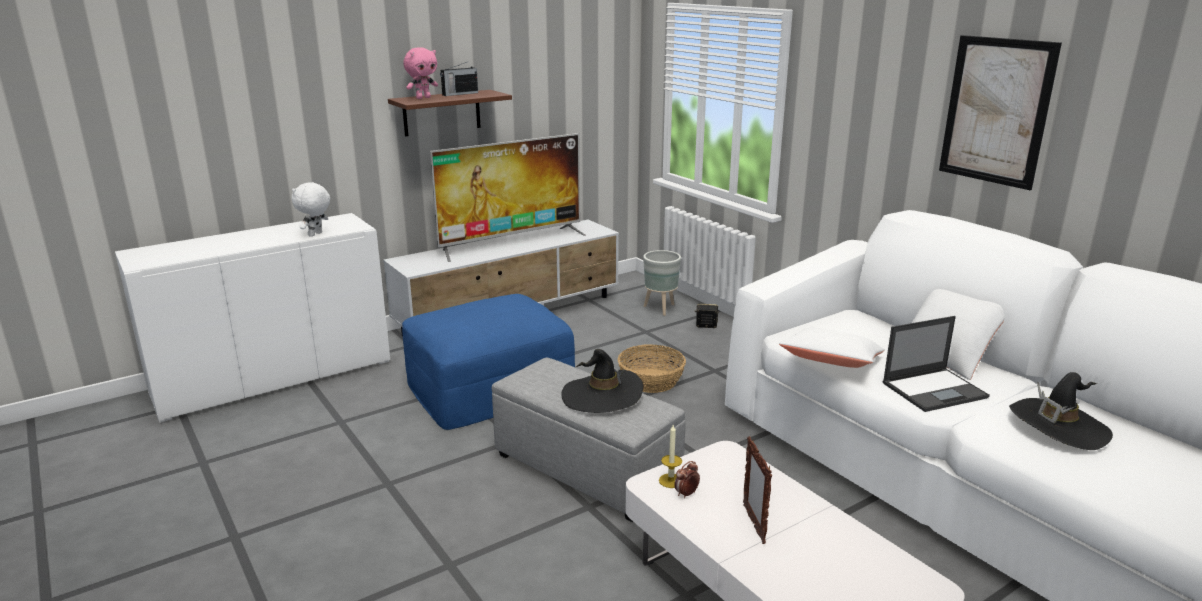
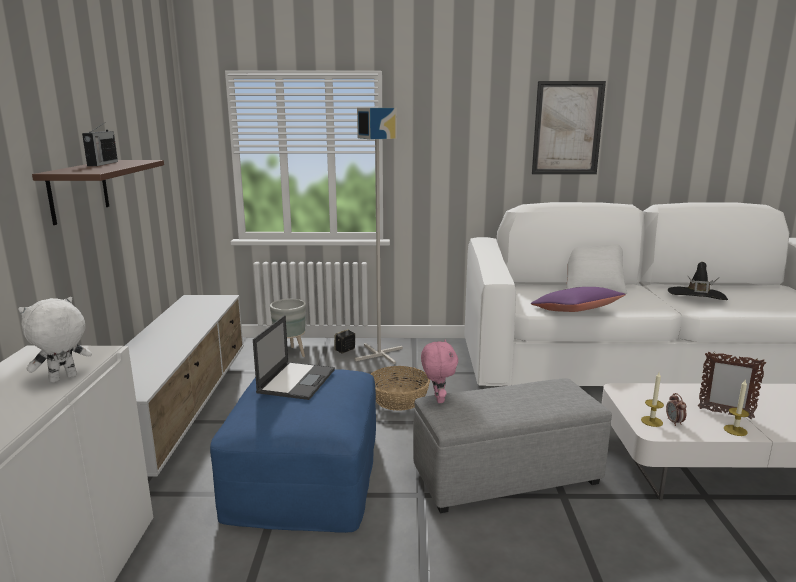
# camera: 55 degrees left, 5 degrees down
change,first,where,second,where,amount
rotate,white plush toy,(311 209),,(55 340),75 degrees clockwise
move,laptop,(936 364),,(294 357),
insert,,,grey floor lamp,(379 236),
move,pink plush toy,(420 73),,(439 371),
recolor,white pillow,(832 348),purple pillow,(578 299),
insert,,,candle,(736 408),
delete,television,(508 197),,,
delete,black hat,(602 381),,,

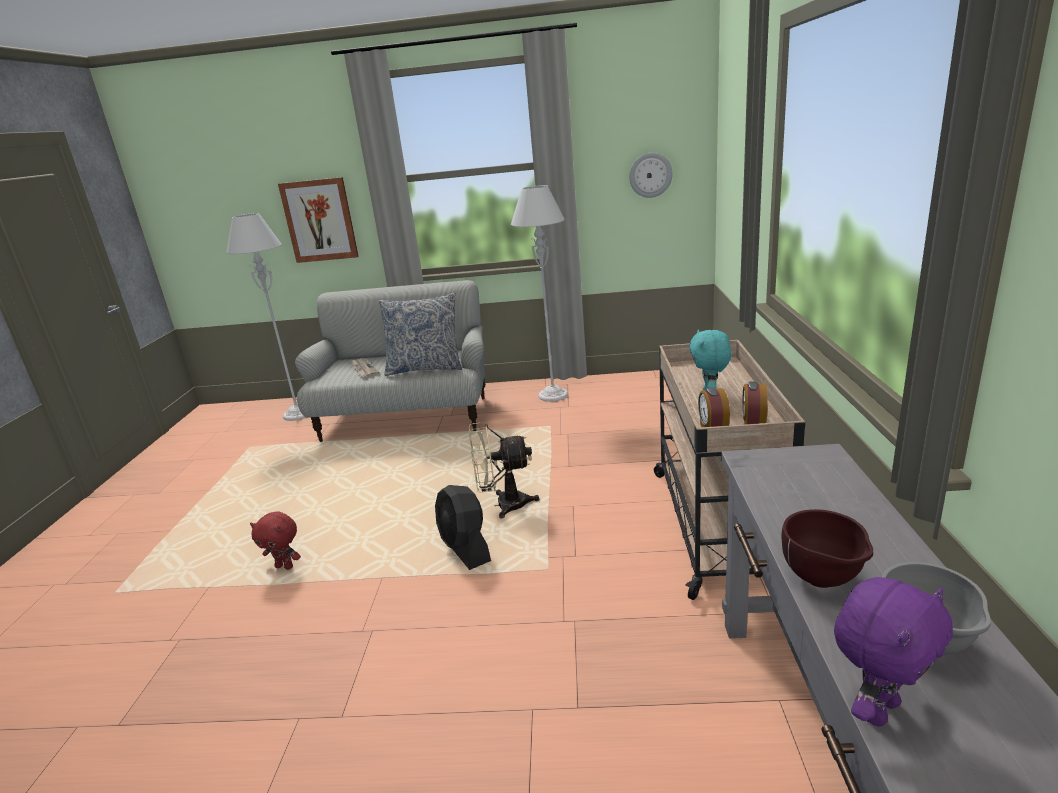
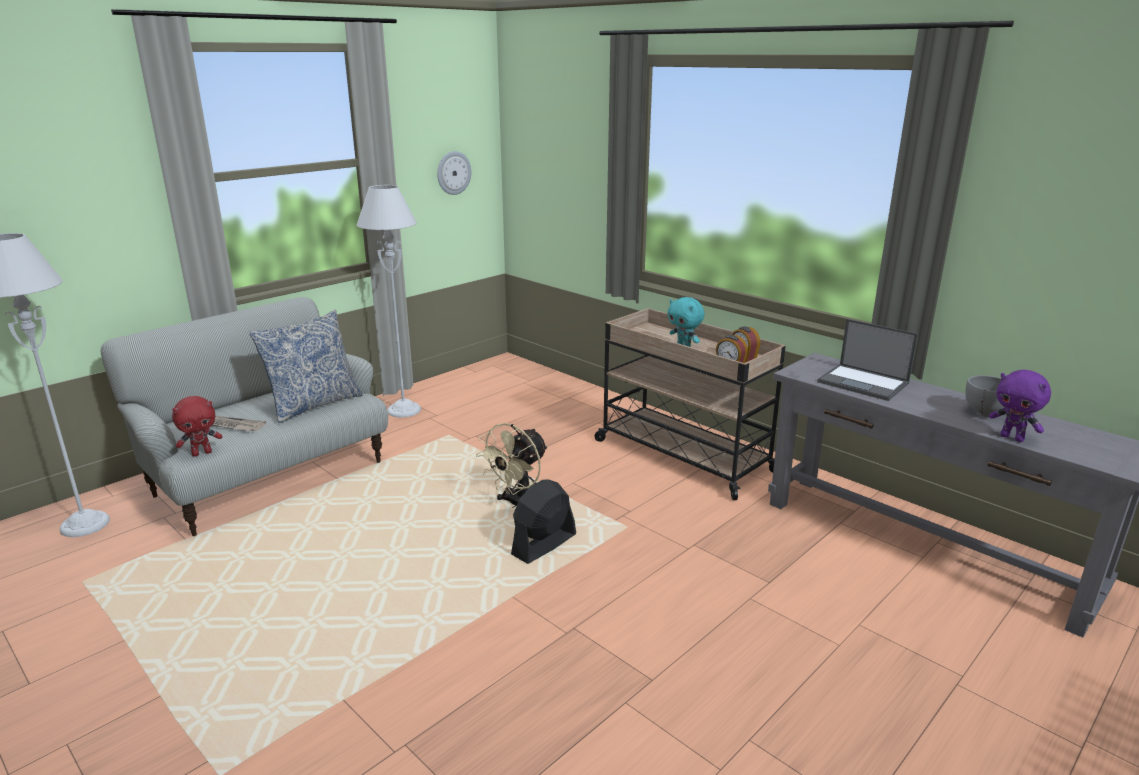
# camera: 50 degrees left, 0 degrees up
change,first,where,second,where,amount
move,red plush toy,(275 541),,(197 426),
rotate,black fan,(463 527),,(543 521),120 degrees clockwise
insert,,,laptop,(867 360),
rotate,purple plush toy,(893 651),,(1020 405),135 degrees clockwise
delete,picture,(318 220),,,
delete,brown bowl,(827 548),,,

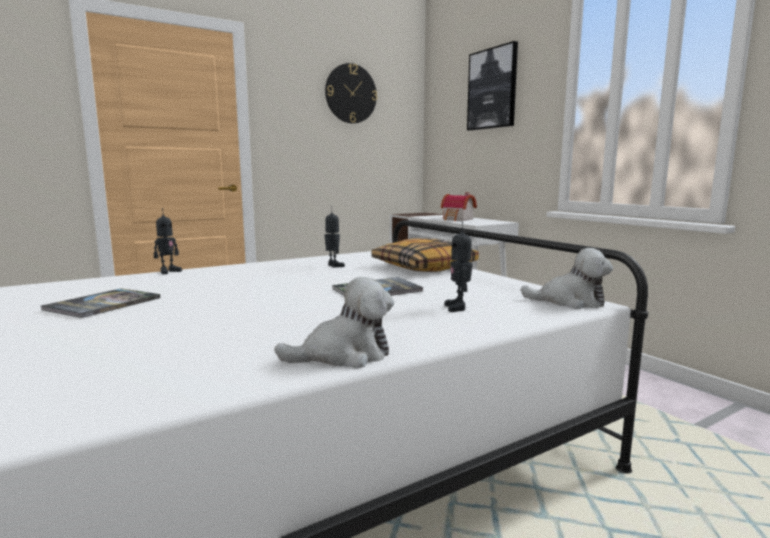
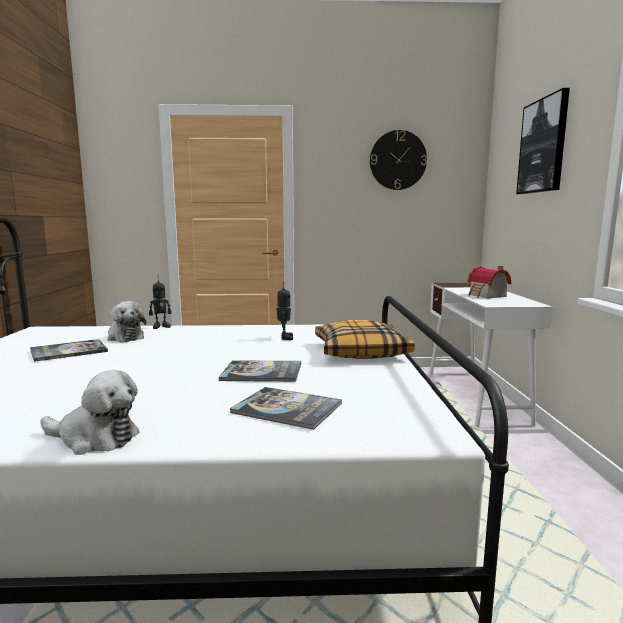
# camera: 30 degrees right, 0 degrees up
change,first,where,second,where,amount
move,plush toy,(567 278),,(127 321),
replace,toy robot,(459 267),book,(286 408),

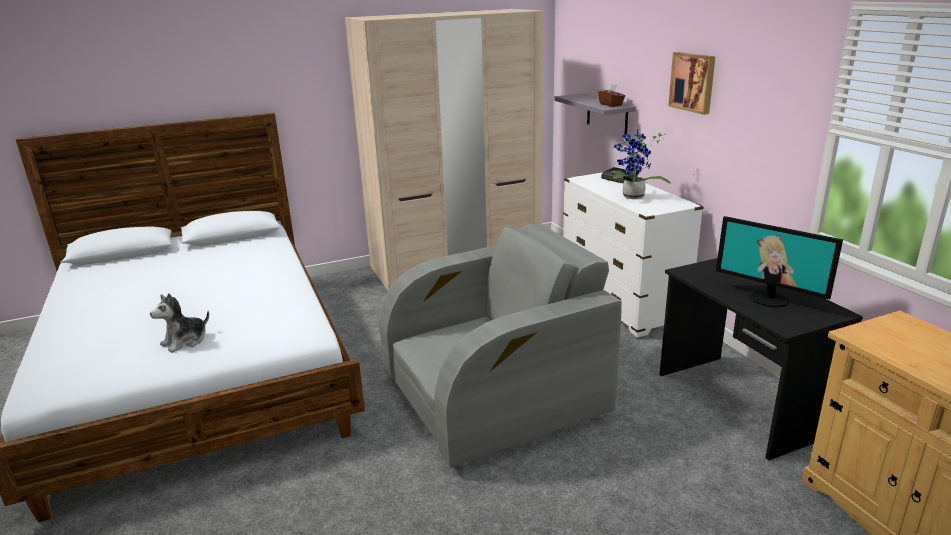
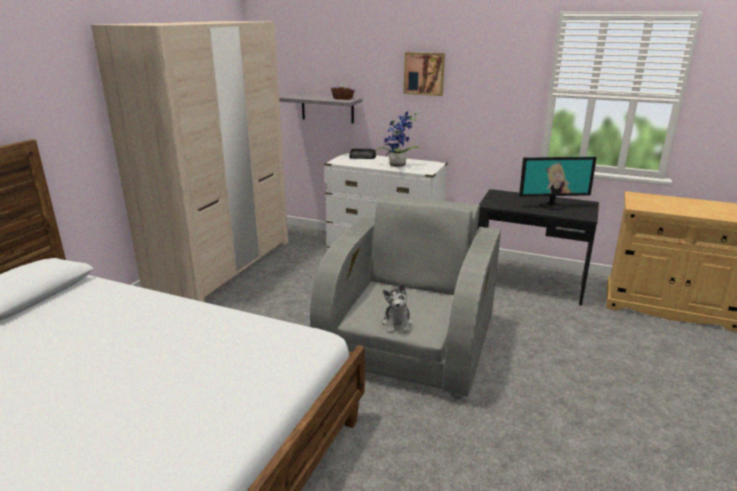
# camera: 45 degrees left, 0 degrees up
change,first,where,second,where,amount
move,plush toy,(179 323),,(397 308),

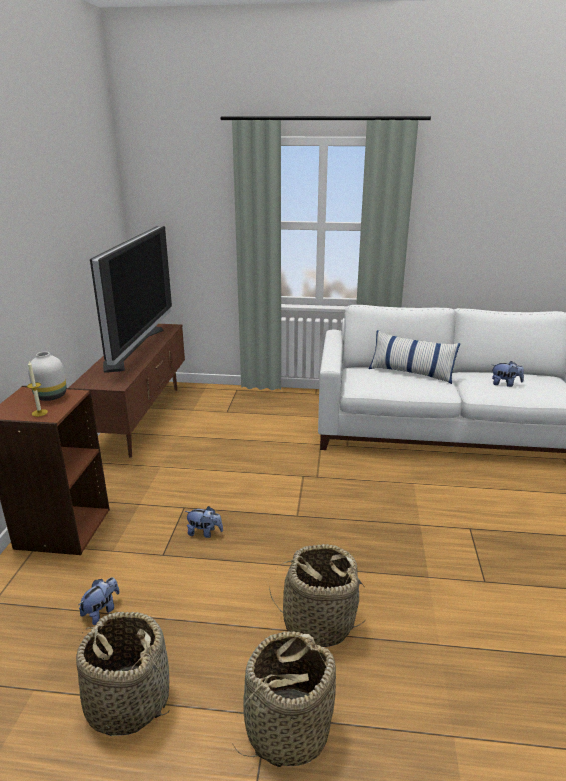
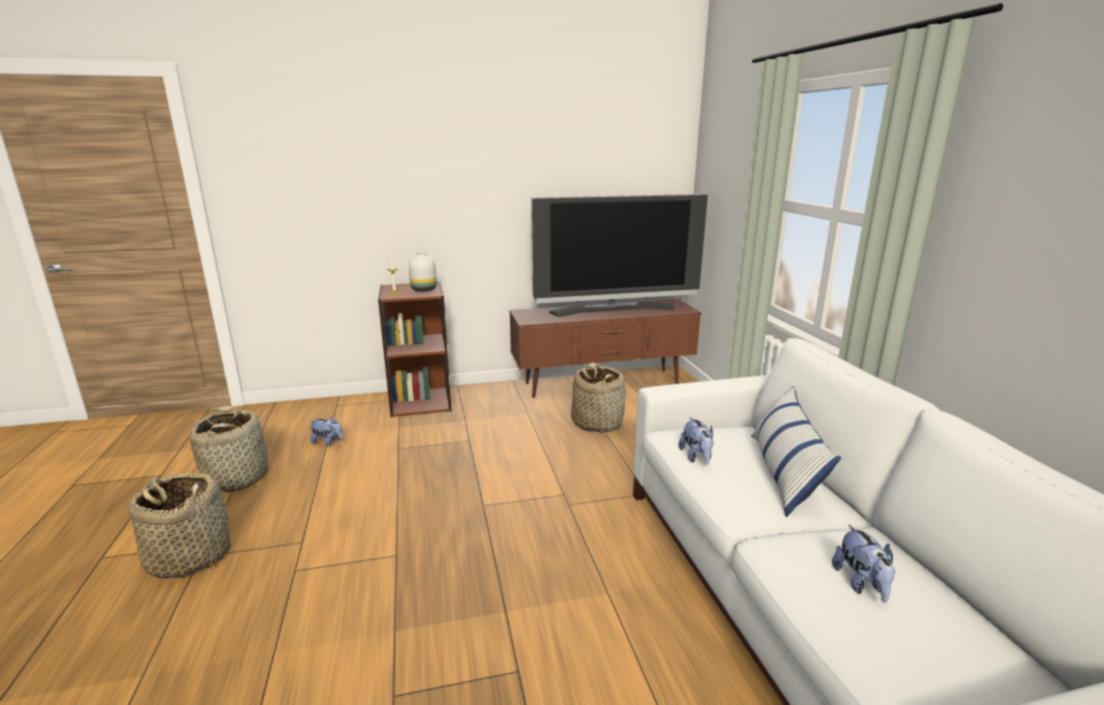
# camera: 70 degrees right, 5 degrees down
change,first,where,second,where,amount
move,basket,(317 595),,(598 397),
move,plush toy,(204 522),,(696 441),

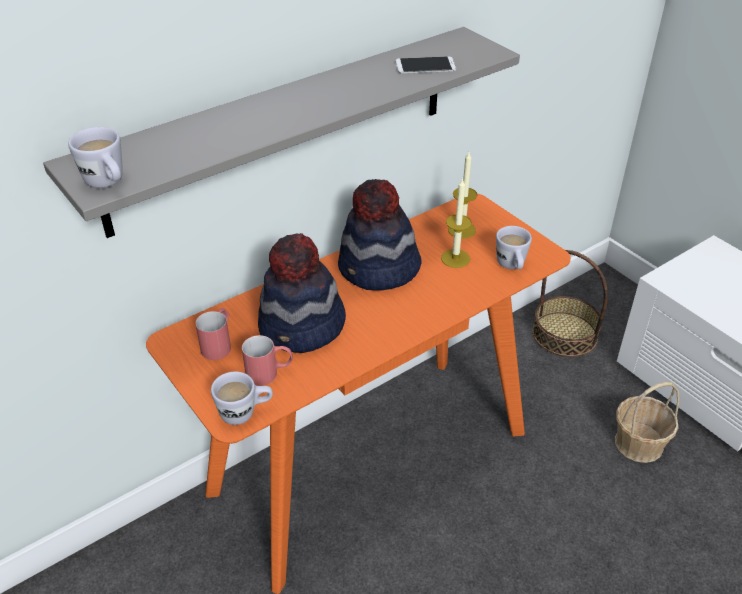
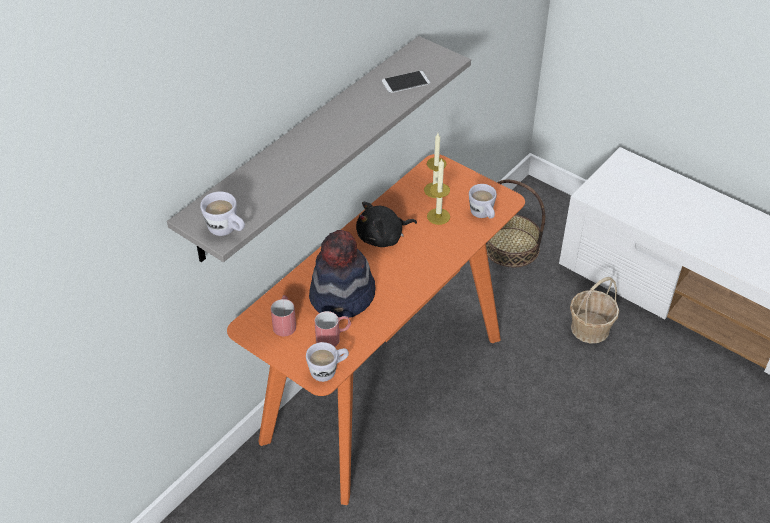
# camera: 15 degrees left, 5 degrees up
change,first,where,second,where,amount
replace,hat,(380 235),black plush toy,(386 224),

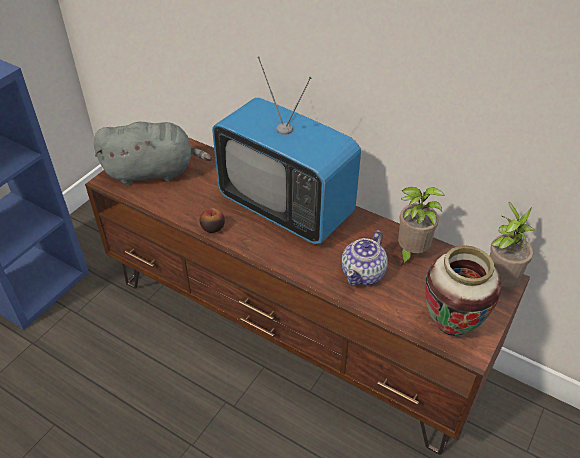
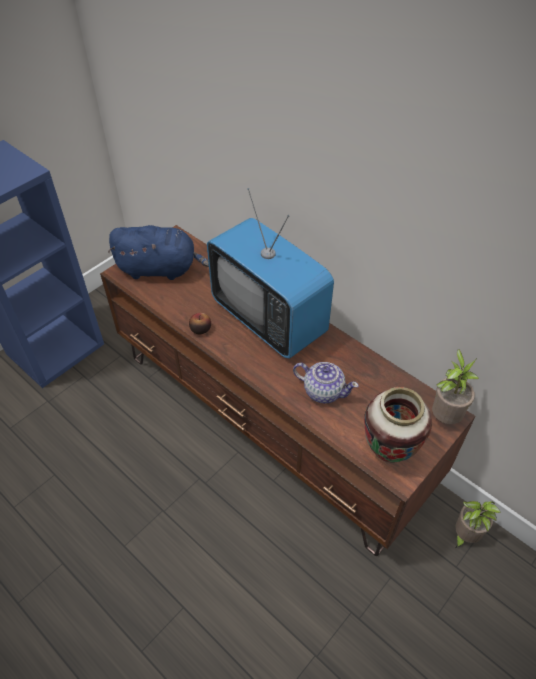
# camera: 10 degrees right, 5 degrees up
change,first,where,second,where,amount
recolor,grey plush toy,(153 153),blue plush toy,(158 252),
rotate,teapot,(364 258),,(326 382),105 degrees counterclockwise
move,potted plant,(421 226),,(478 524),

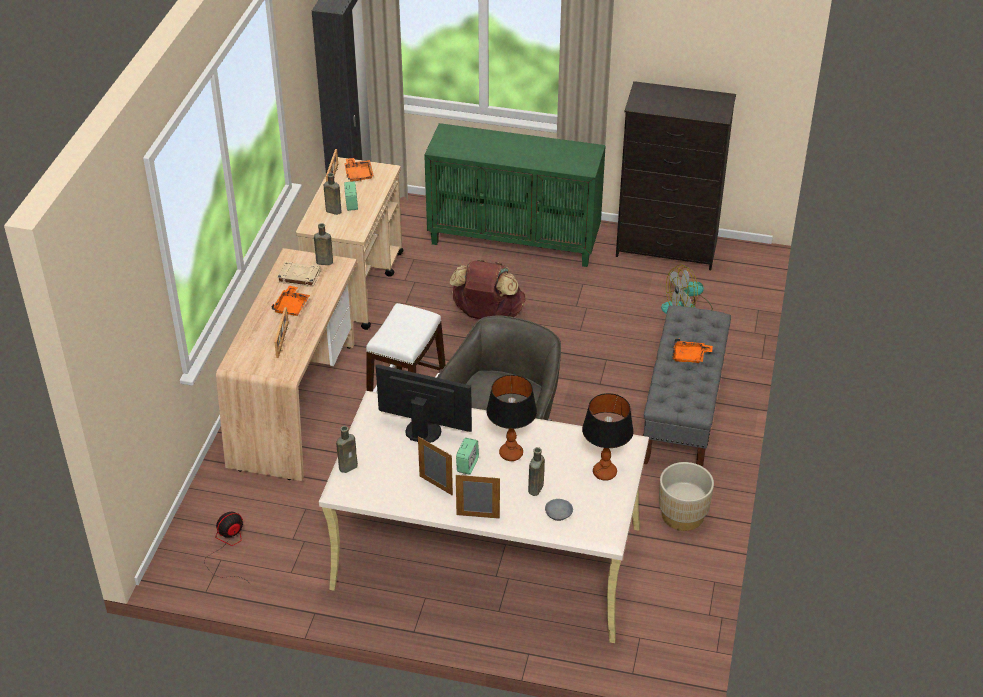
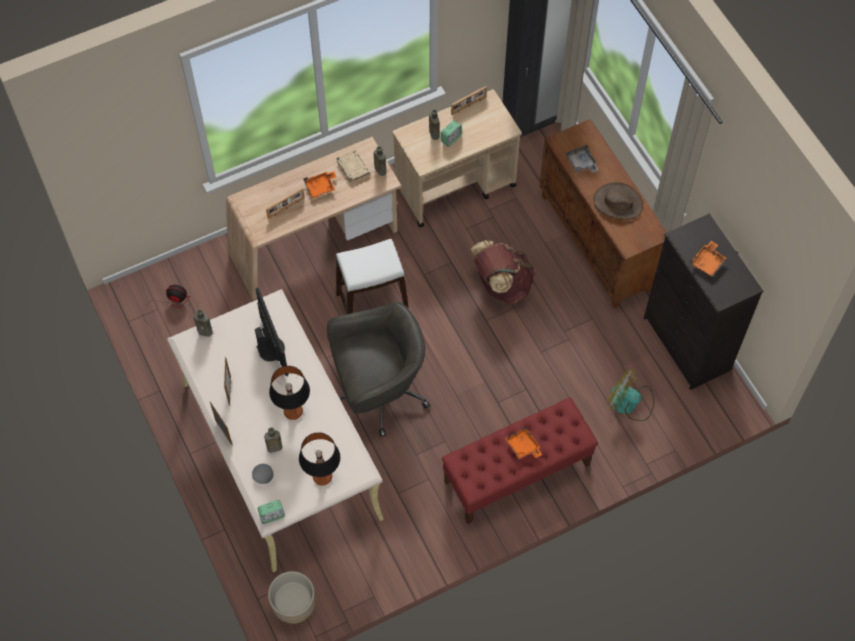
# camera: 50 degrees right, 20 degrees up
change,first,where,second,where,amount
move,alarm clock,(467 456),,(271 512),
move,beige planter,(686 496),,(291 597),
recolor,grey bench,(687 386),red bench,(520 460),
recolor,green cabinet,(515 195),brown cabinet,(603 213),
insert,,,grey tray,(581 158),
insert,,,brown hat,(618 201),
move,orange tray,(359 170),,(708 259),

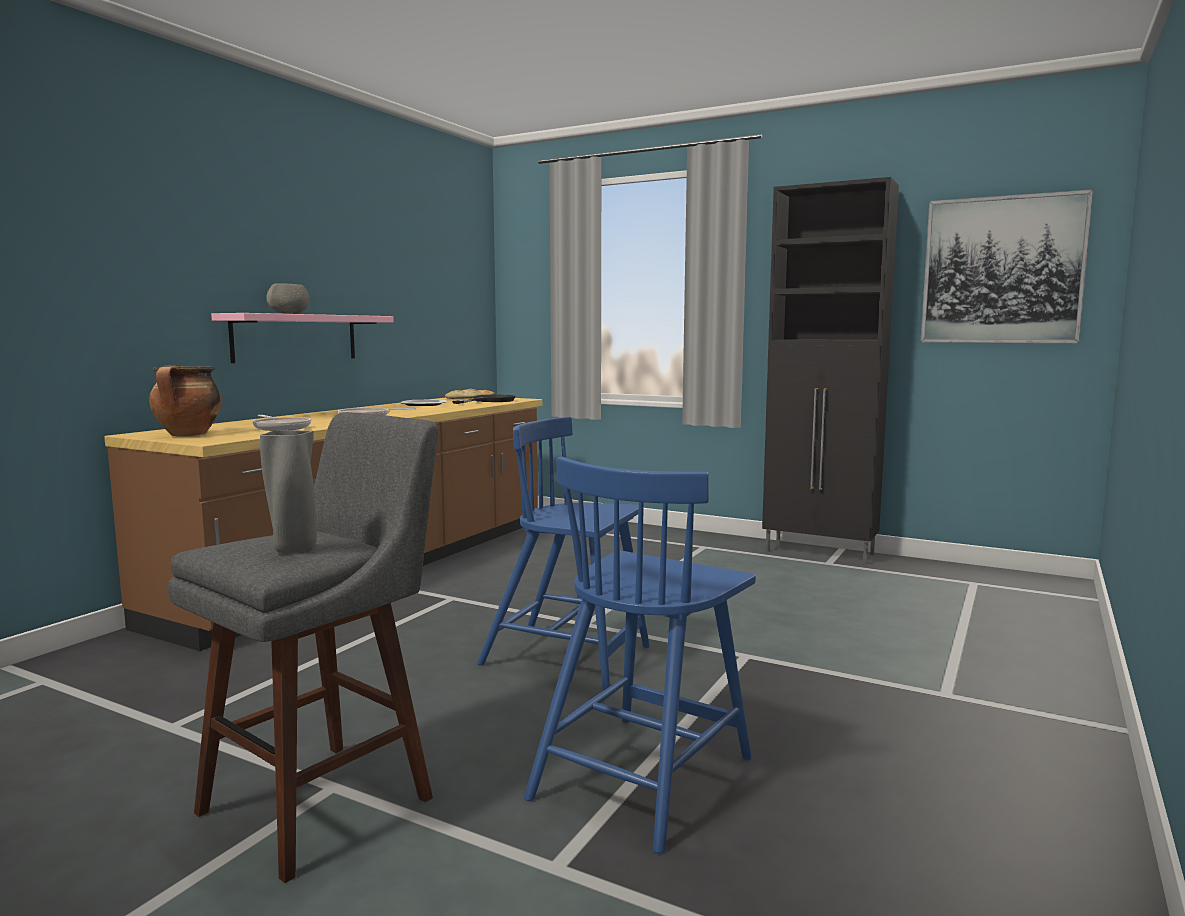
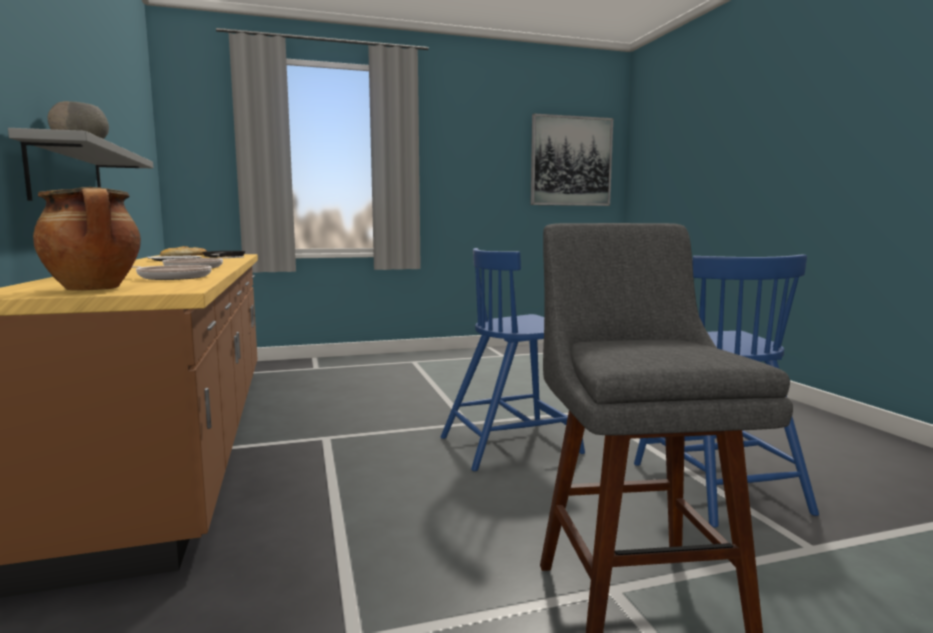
# camera: 45 degrees left, 0 degrees up
change,first,where,second,where,amount
recolor,pink shelf,(302 338),grey shelf,(81 164),
delete,grey vase,(288 491),,,
delete,black cabinet,(830 371),,,

